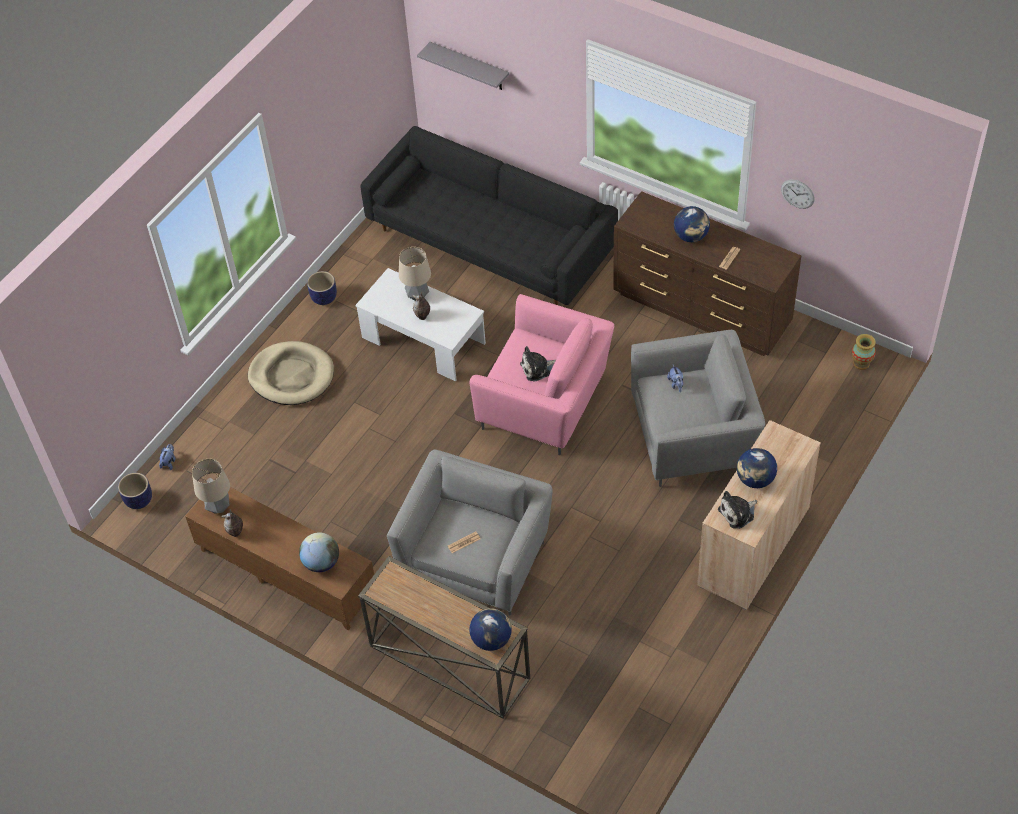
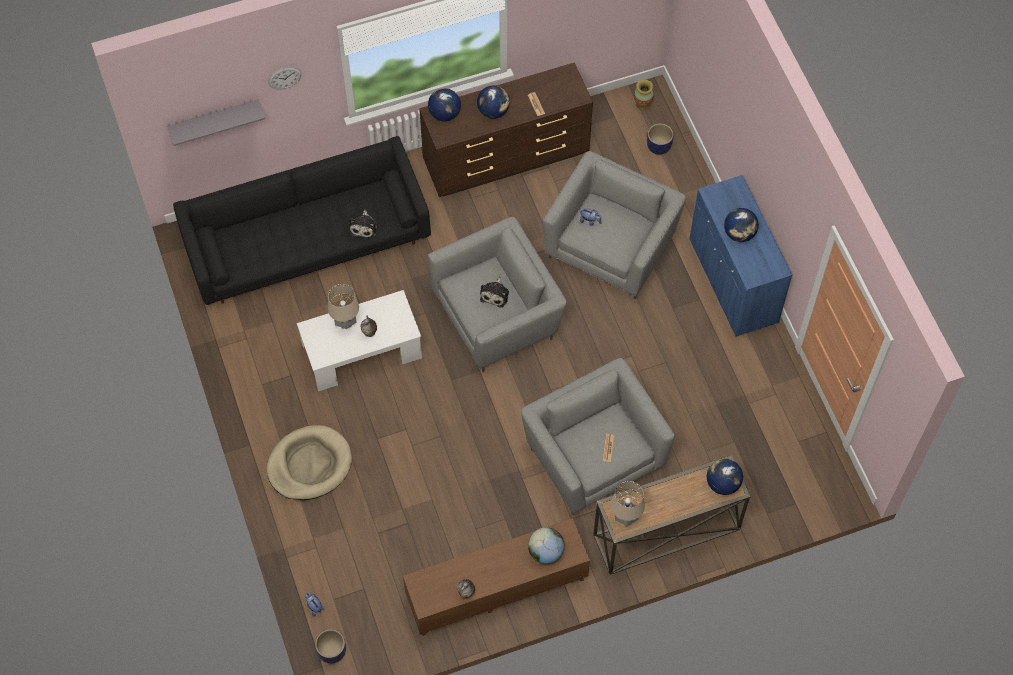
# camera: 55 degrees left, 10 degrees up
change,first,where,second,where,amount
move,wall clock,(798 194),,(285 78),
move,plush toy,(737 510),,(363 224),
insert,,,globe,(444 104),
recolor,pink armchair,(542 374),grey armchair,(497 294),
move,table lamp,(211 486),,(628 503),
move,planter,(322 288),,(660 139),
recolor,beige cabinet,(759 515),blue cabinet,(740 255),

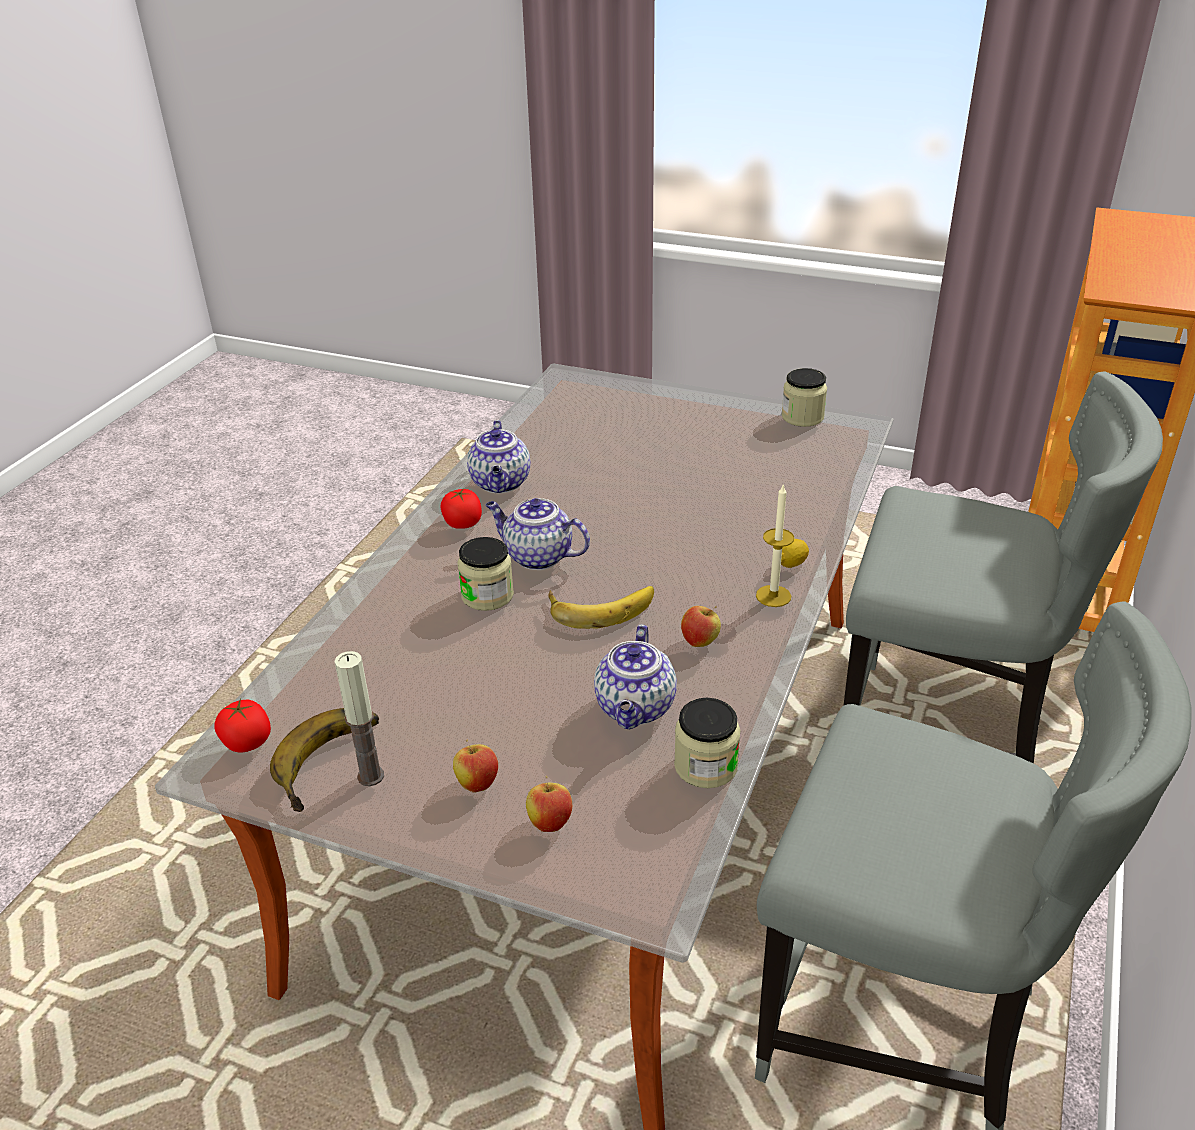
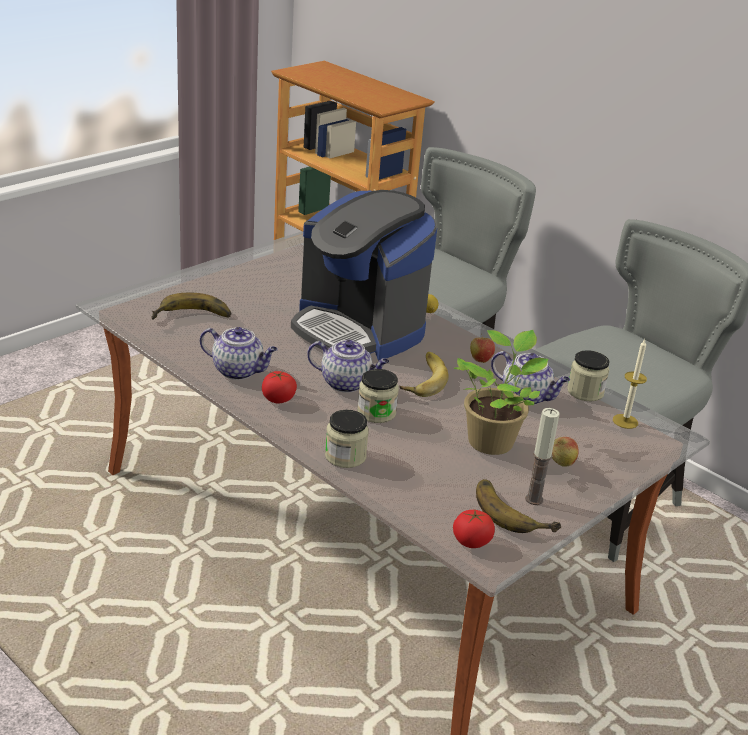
# camera: 70 degrees left, 5 degrees down
change,first,where,second,where,amount
insert,,,banana,(191 306),
insert,,,coffee machine,(364 275),
rotate,teapot,(538 534),,(348 366),120 degrees counterclockwise
move,jar,(804 397),,(347 439),
insert,,,potted plant,(501 392),
move,candle,(775 545),,(630 384),
delete,apple,(549 804),,,

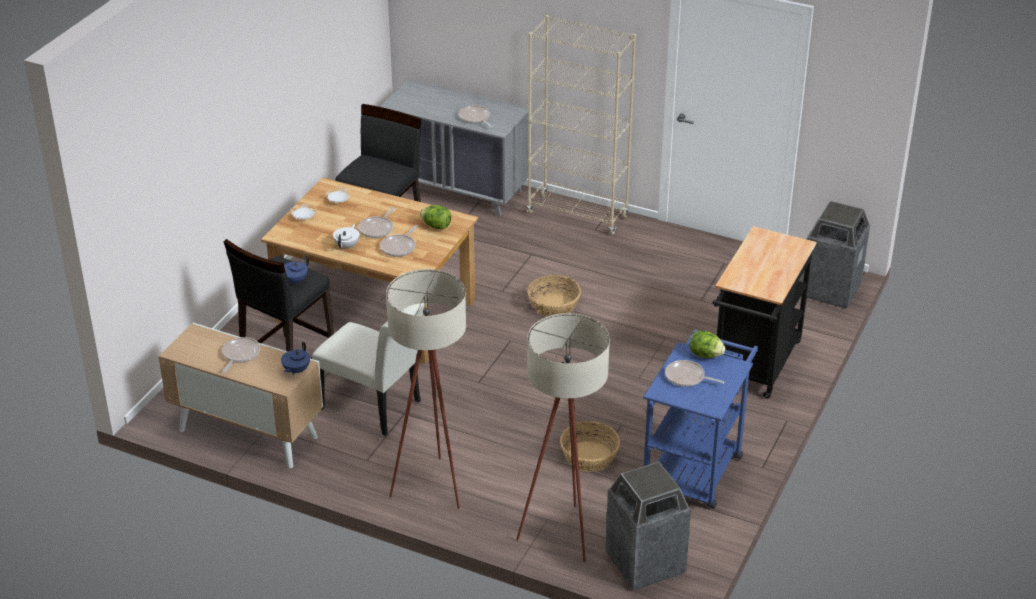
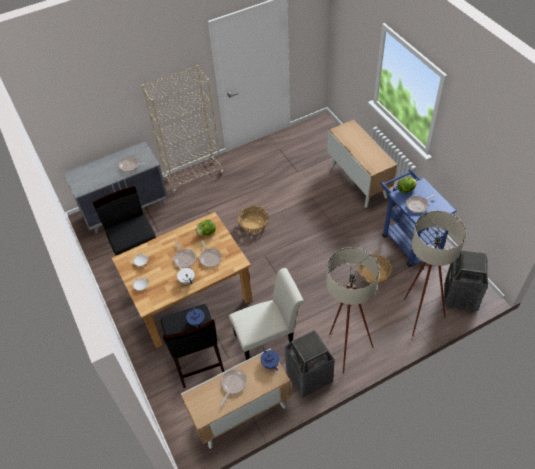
# camera: 50 degrees left, 15 degrees up
change,first,where,second,where,amount
rotate,frying pan,(241 355),,(234 387),60 degrees clockwise
move,trash can,(835 255),,(310 363),
replace,black cart,(764 312),cabinet,(362 164),

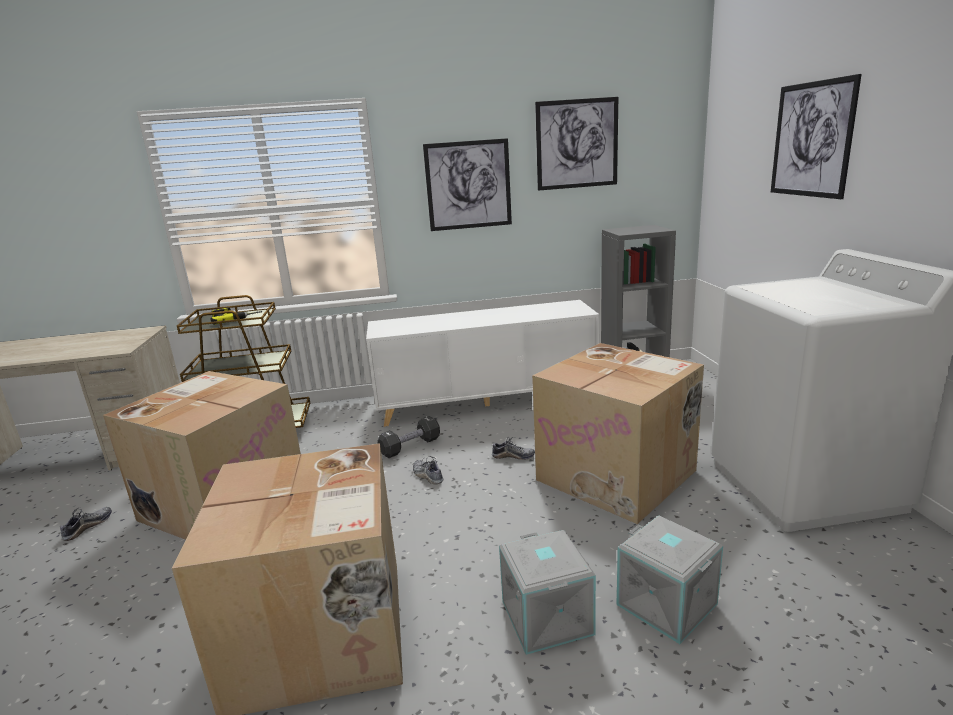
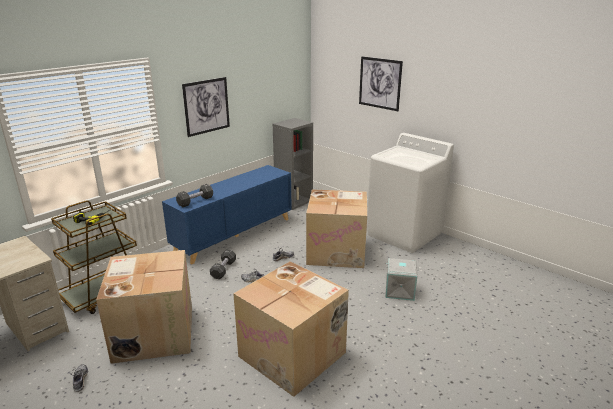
# camera: 40 degrees left, 5 degrees up
change,first,where,second,where,amount
recolor,white cabinet,(482 363),blue cabinet,(227 214),
insert,,,black dumbbell,(194 195),
delete,grey storage box,(547 592),,,
delete,picture,(576 144),,,

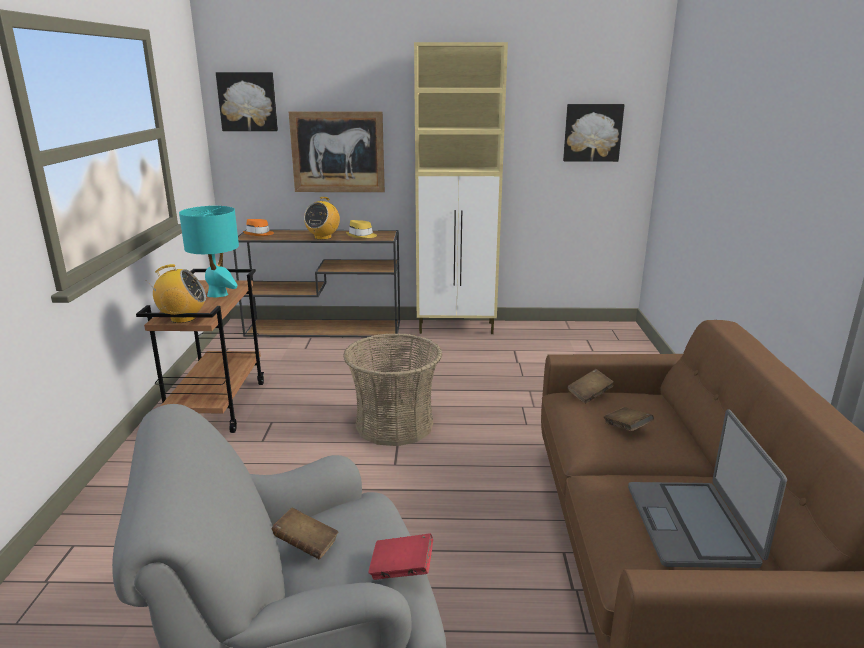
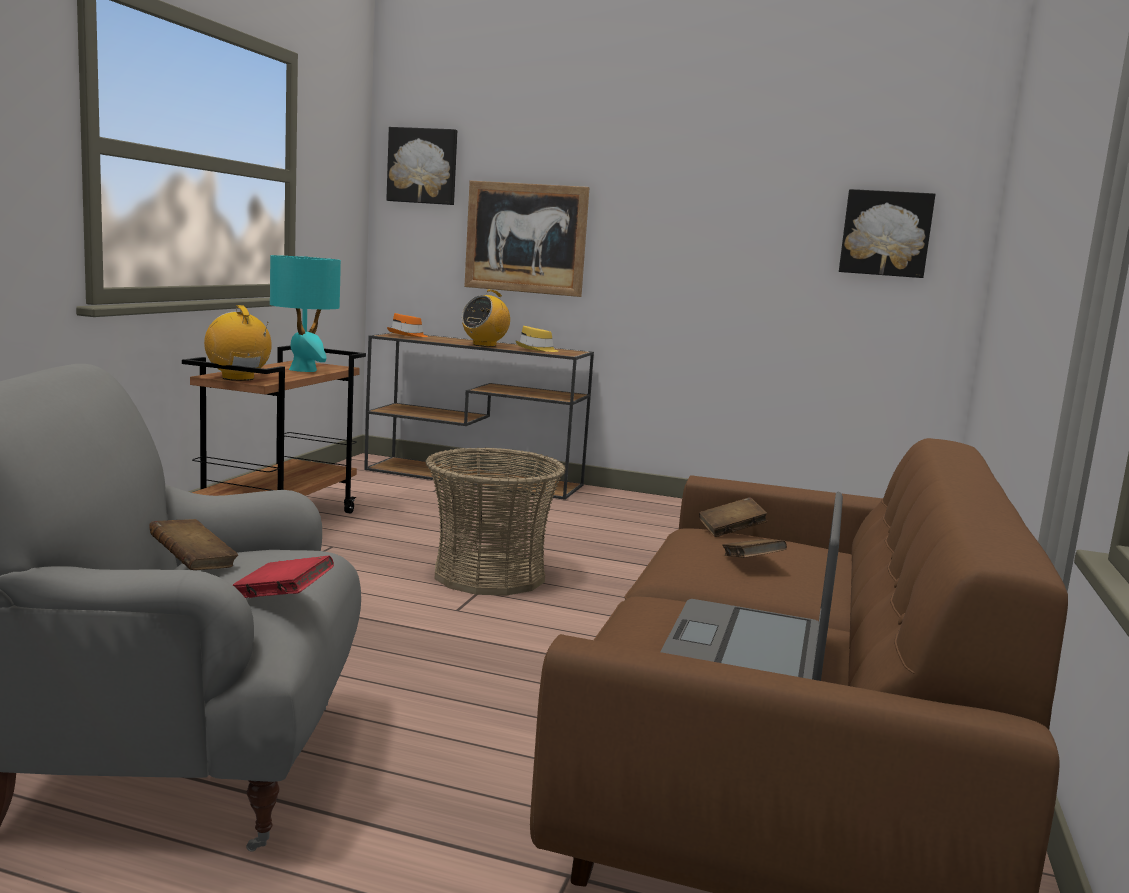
# camera: 15 degrees right, 10 degrees down
change,first,where,second,where,amount
rotate,radio,(178 293),,(238 343),135 degrees counterclockwise
delete,beige cabinet,(461 188),,,

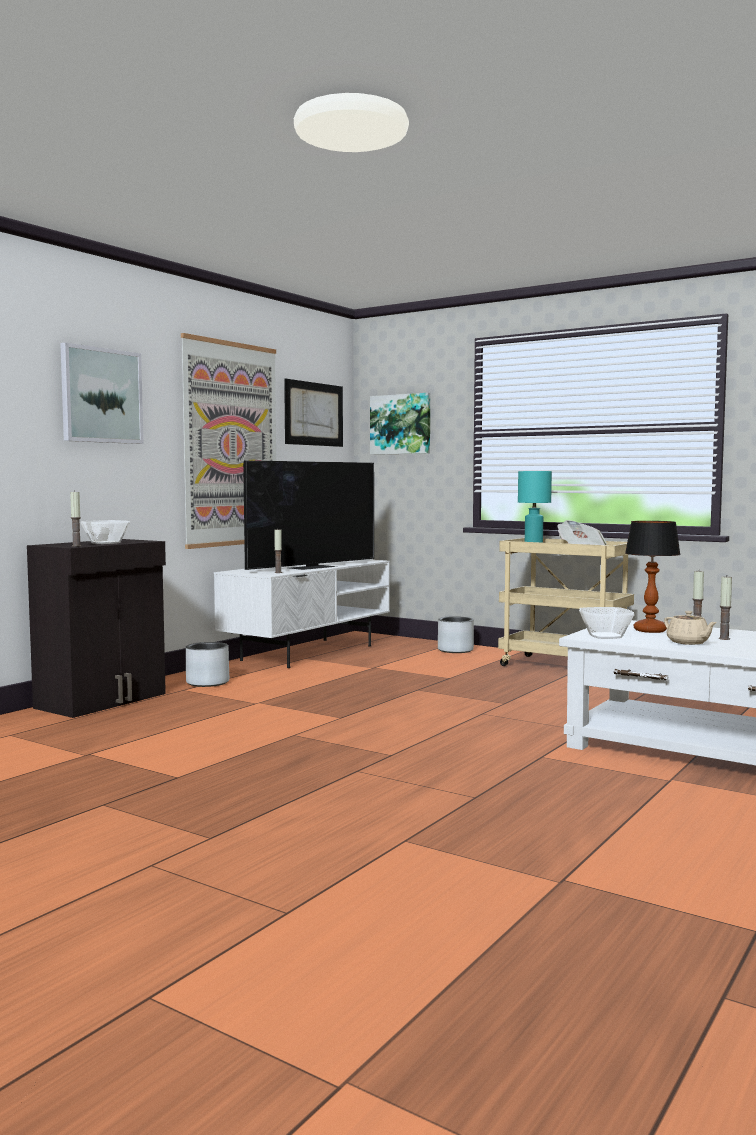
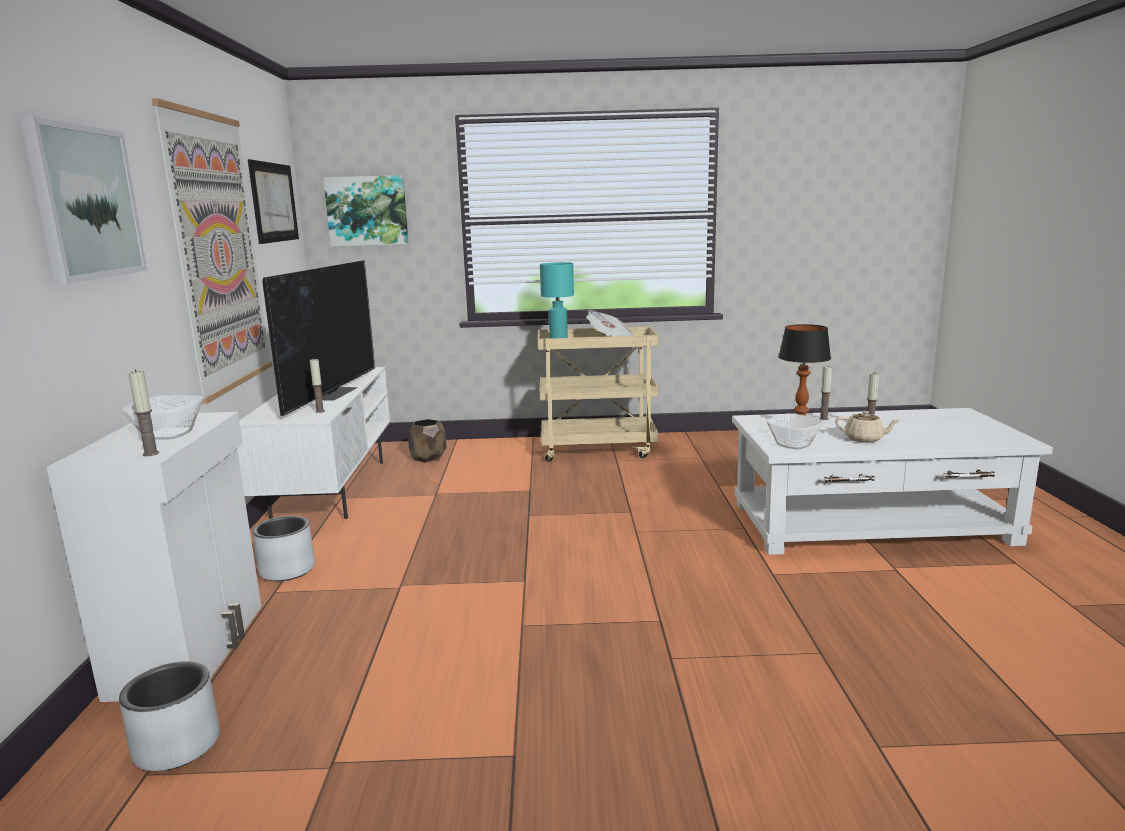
# camera: 35 degrees left, 10 degrees up
change,first,where,second,where,amount
recolor,black cabinet,(96 628),white cabinet,(153 557),
move,grey planter,(456 634),,(169 716),
insert,,,brown planter,(427 440),

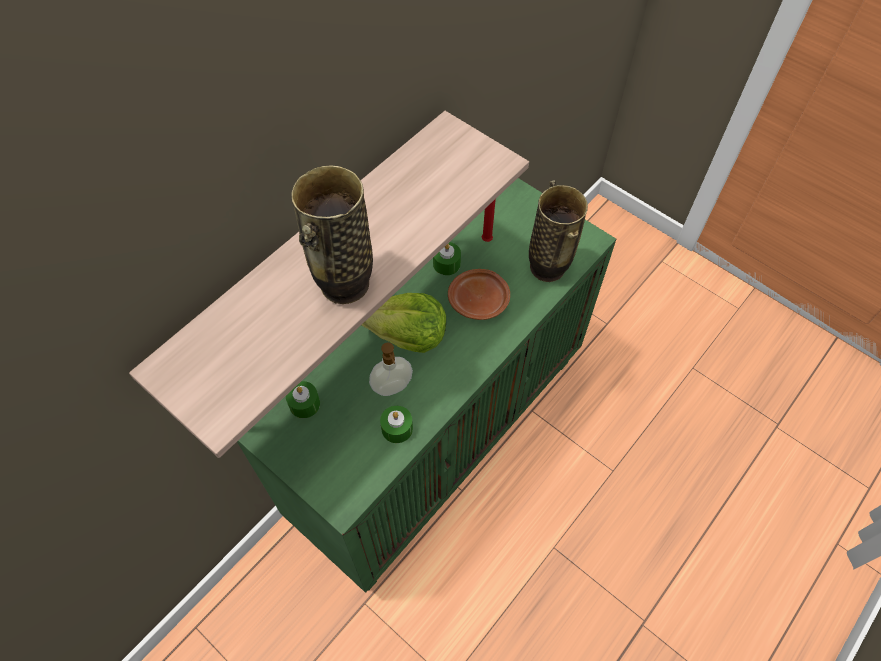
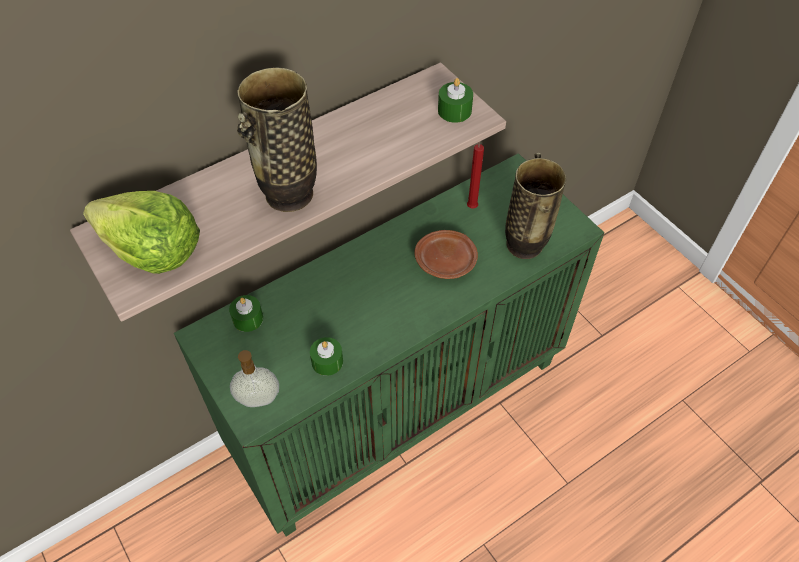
# camera: 15 degrees right, 5 degrees down
change,first,where,second,where,amount
move,lettuce,(403 323),,(141 232),
move,soap dispenser,(391 369),,(254 378),
move,green candle,(447 258),,(455 100),

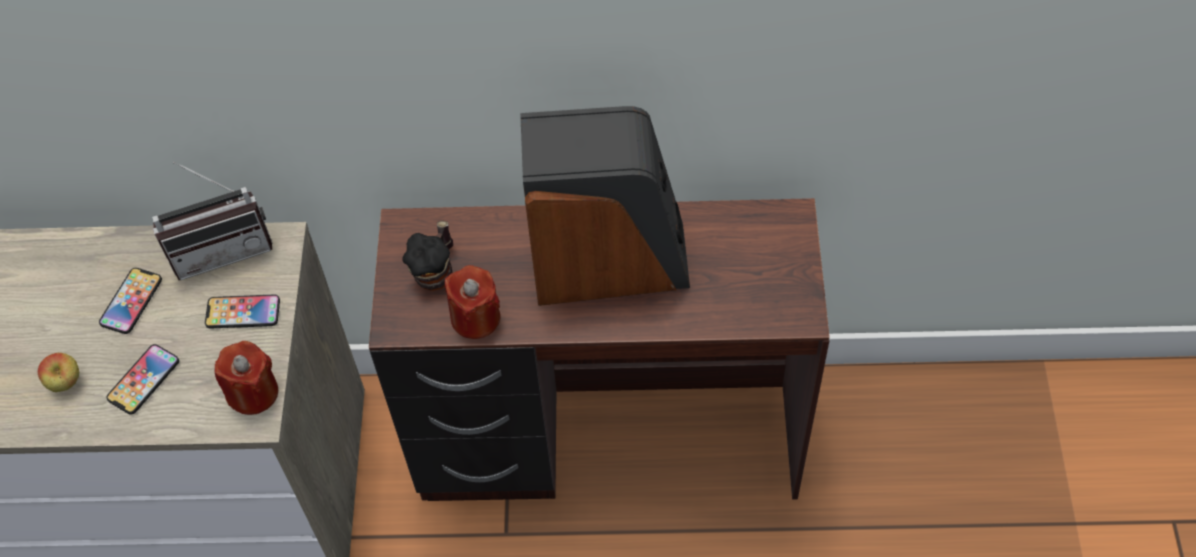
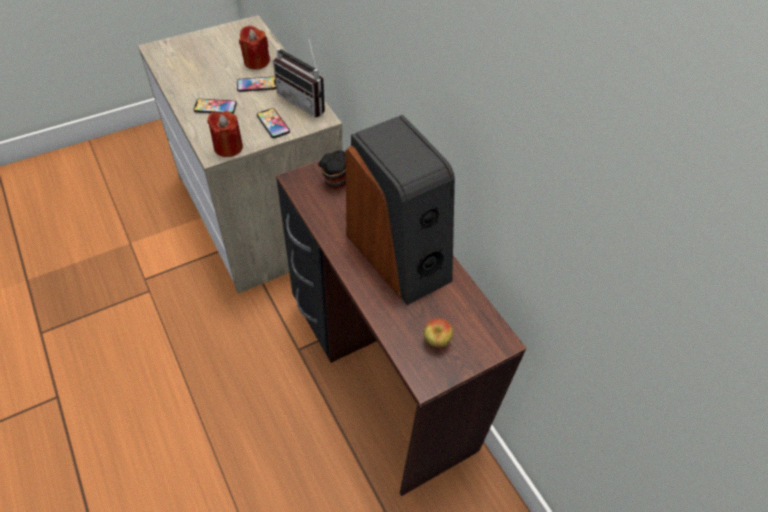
# camera: 55 degrees right, 5 degrees down
change,first,where,second,where,amount
move,red candle,(472 302),,(254 47),
move,apple,(58 372),,(438 332),

